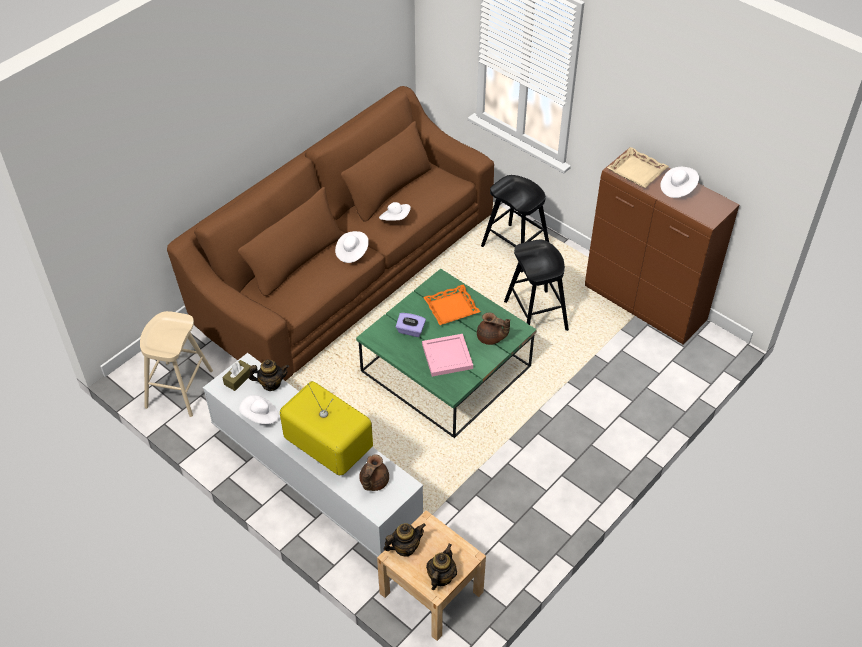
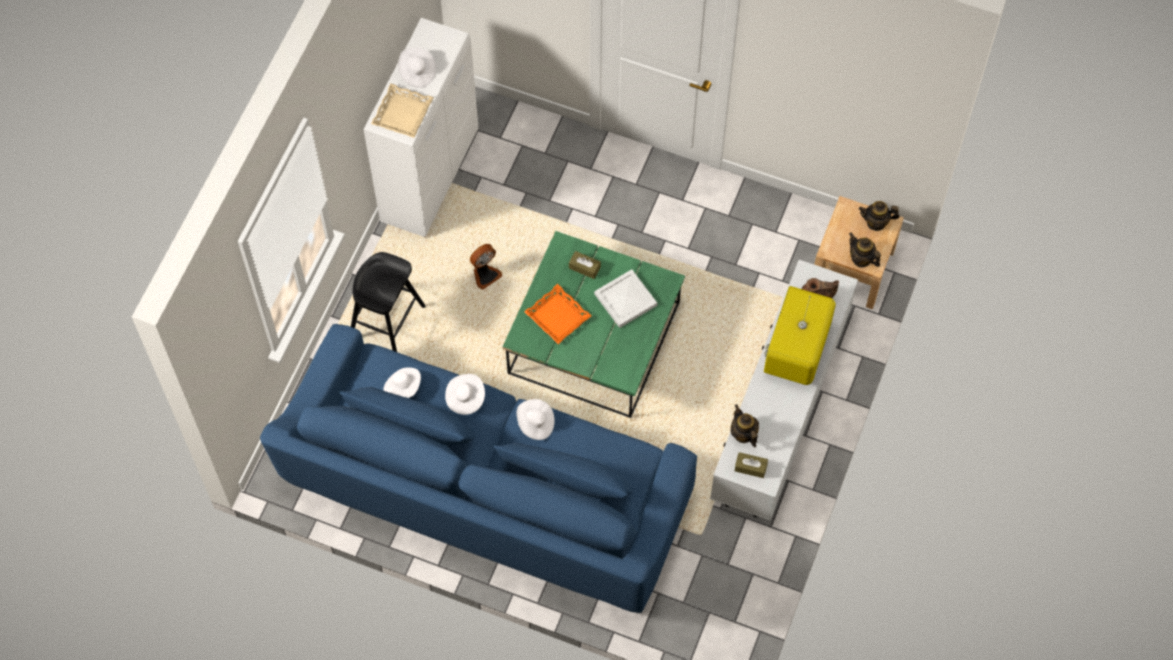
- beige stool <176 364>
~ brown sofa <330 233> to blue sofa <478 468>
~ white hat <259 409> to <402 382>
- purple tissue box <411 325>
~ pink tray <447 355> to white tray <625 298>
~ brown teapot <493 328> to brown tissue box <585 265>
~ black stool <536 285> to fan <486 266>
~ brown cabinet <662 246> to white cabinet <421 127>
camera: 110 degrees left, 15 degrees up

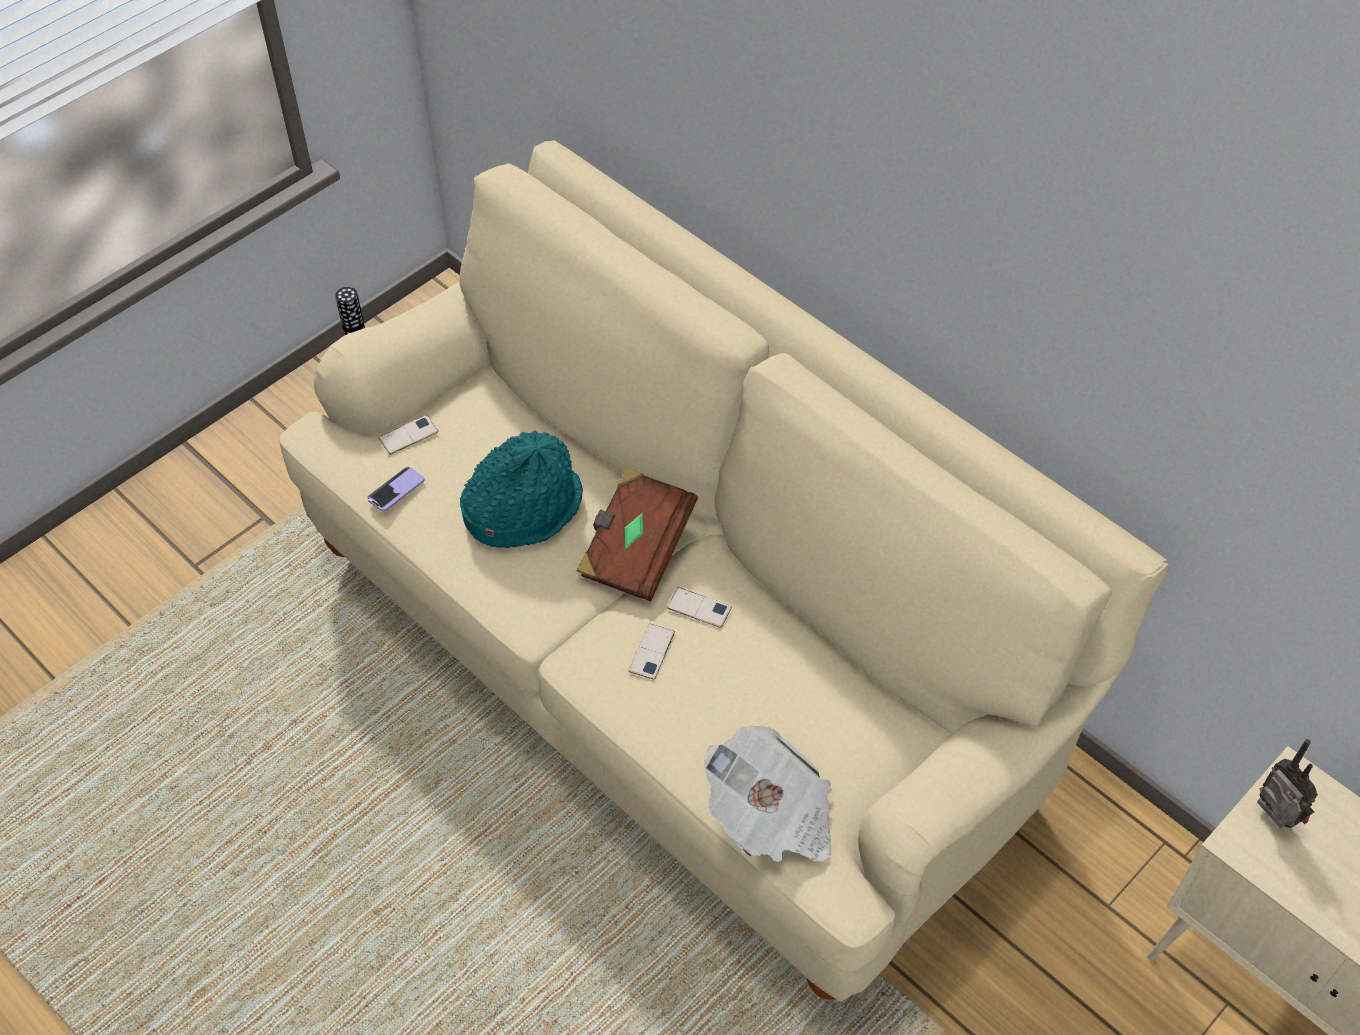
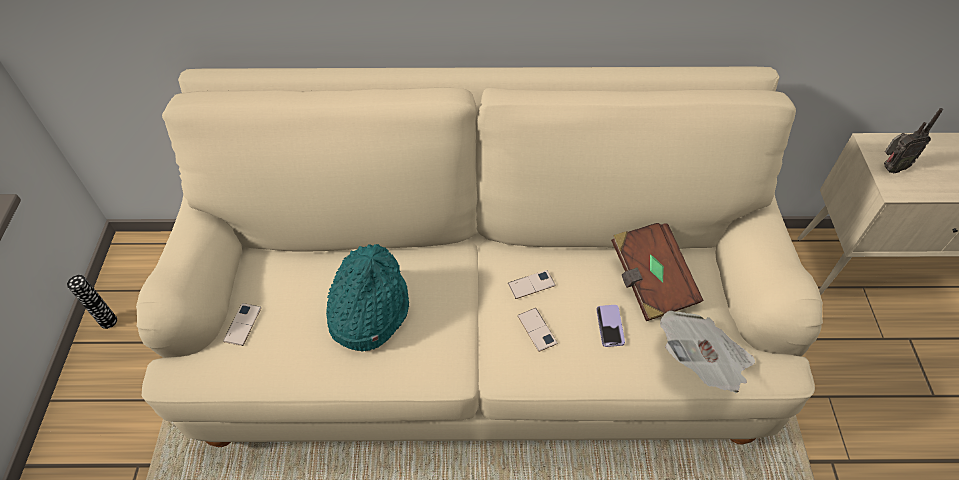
~ phone <395 489> to <611 326>
~ brown book <637 535> to <657 272>
~ radio <1287 784> = <913 141> 150 degrees clockwise
camera: 45 degrees left, 0 degrees up

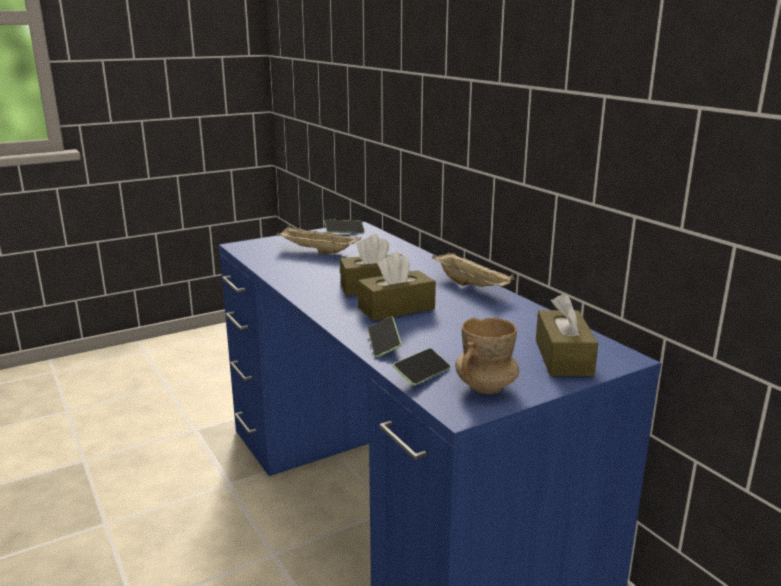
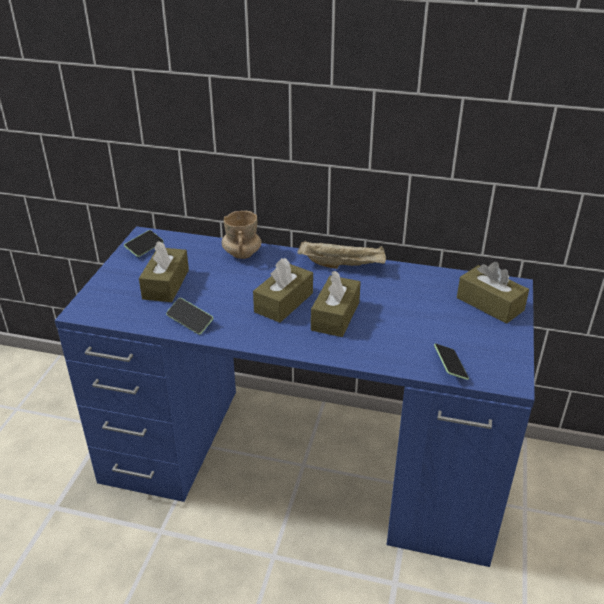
~ beige tray <318 240> to brown tissue box <164 271>
~ phone <385 337> to <189 316>
~ beige mug <487 355> to <241 235>
camera: 45 degrees left, 15 degrees up

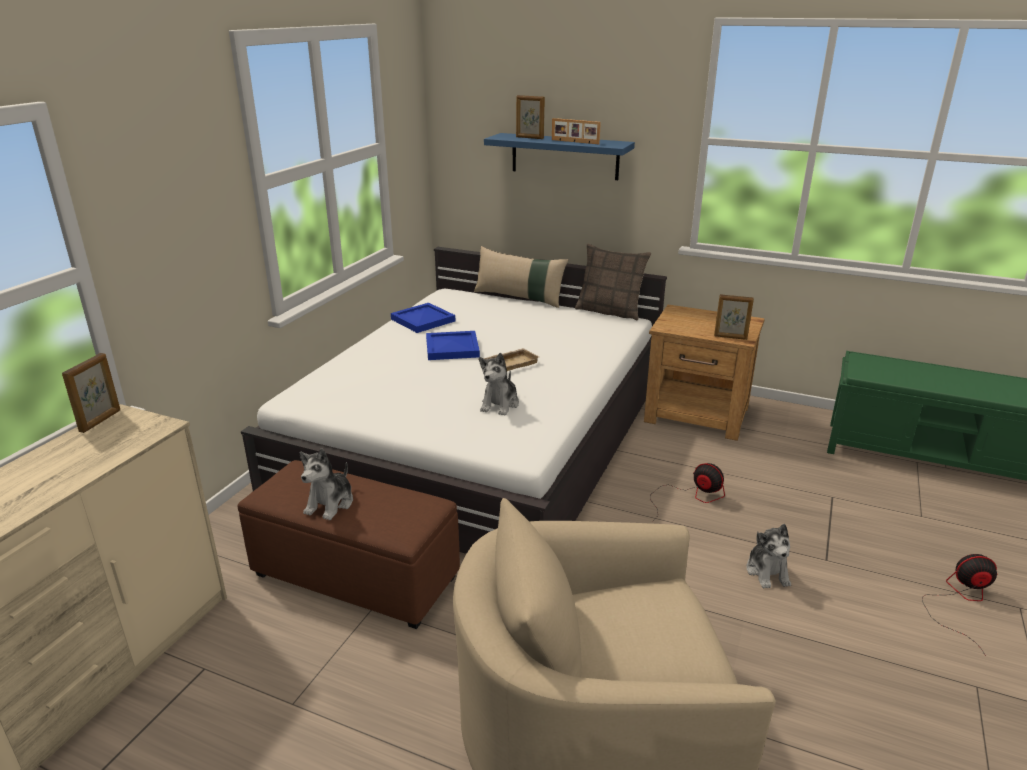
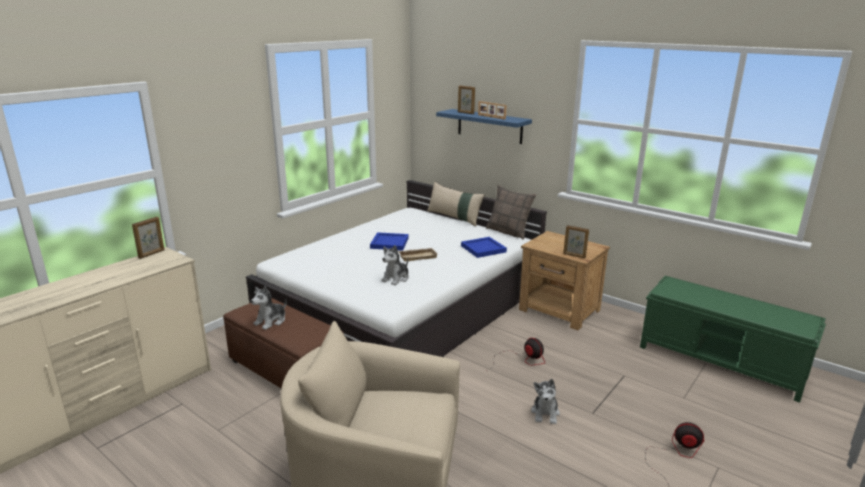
~ blue tray <423 318> to <484 247>
camera: 15 degrees right, 5 degrees down

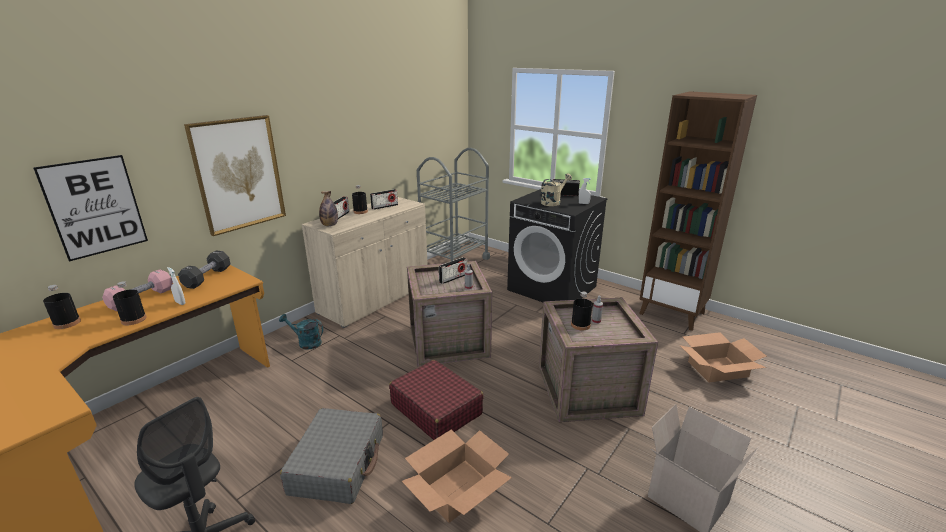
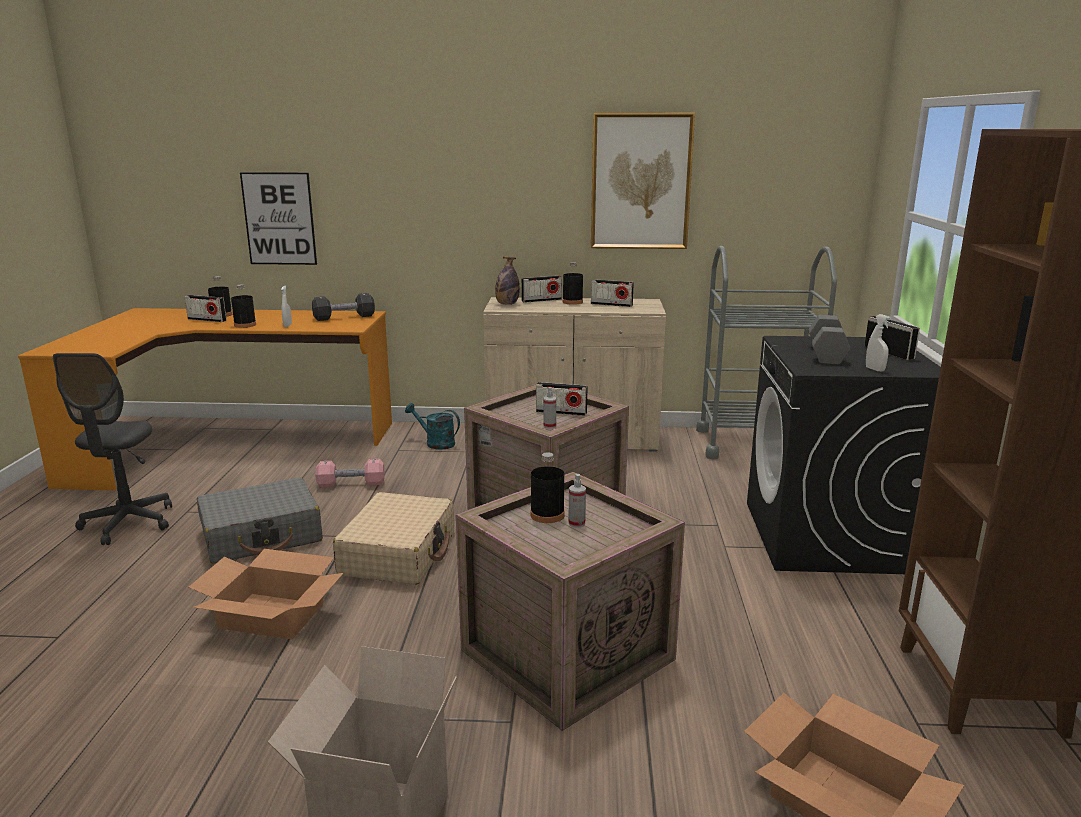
~ pink dumbbell <137 290> to <350 473>
~ picture <235 175> to <643 181>
~ turquoise watering can <301 332> = <432 426> 45 degrees counterclockwise
~ red suitcase <436 400> to beige suitcase <393 538>
~ beige watering can <556 189> to grey dumbbell <830 339>
+ radio <206 308>
camera: 55 degrees right, 5 degrees down

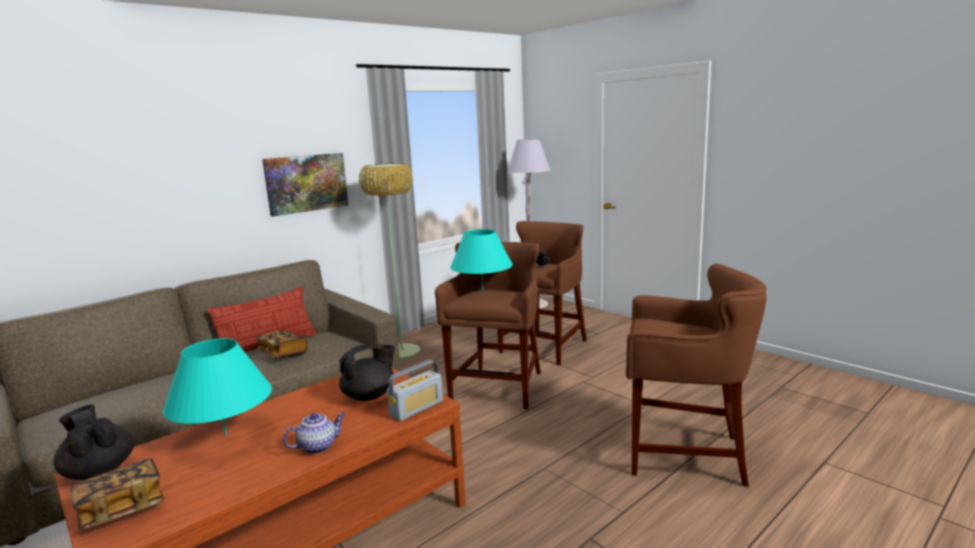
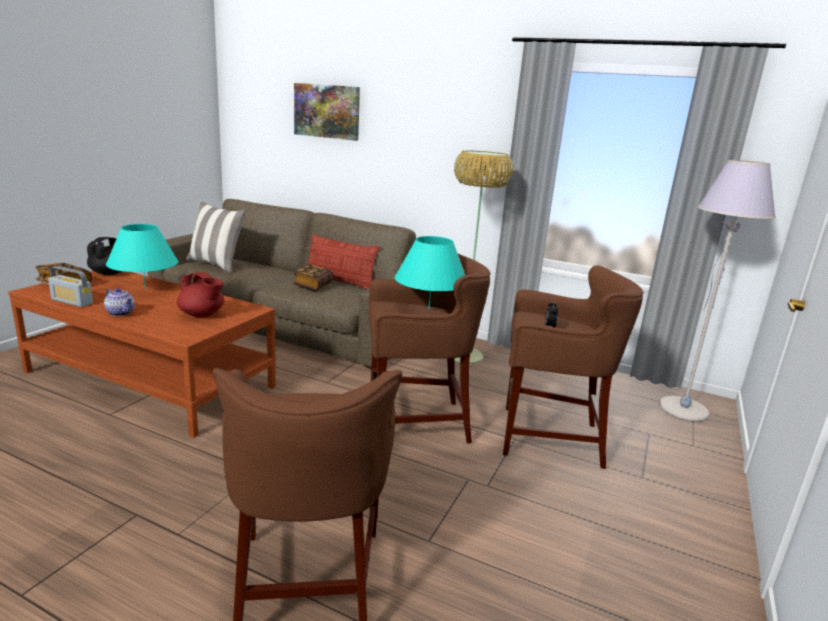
~ picture <305 184> to <327 112>
~ black teapot <367 372> to red teapot <200 295>
~ radio <415 390> to <70 286>
+ pillow <216 237>
camera: 65 degrees right, 5 degrees up

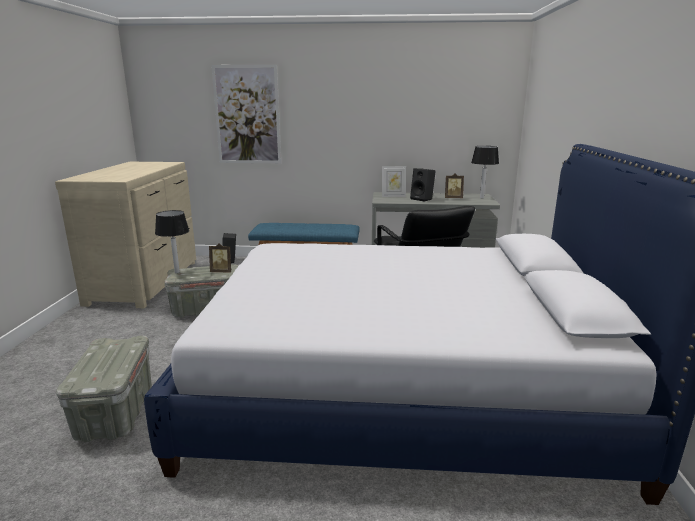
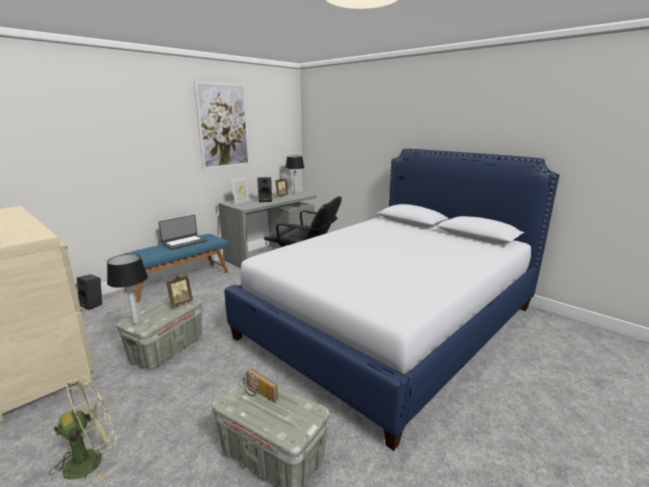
~ picture <246 114> to <222 125>
+ green fan <82 427>
+ laptop <183 232>
+ radio <260 385>
camera: 50 degrees left, 0 degrees up

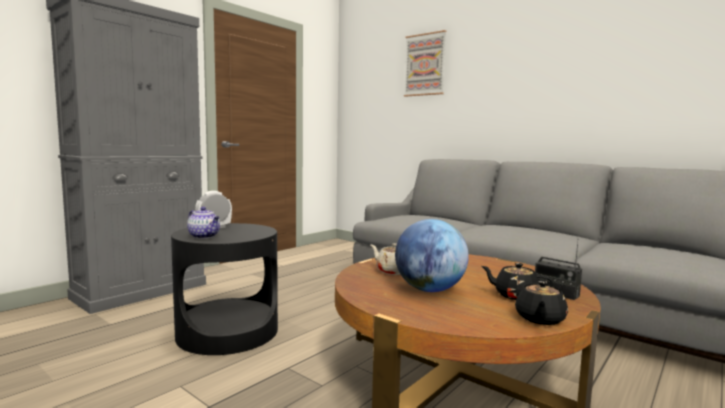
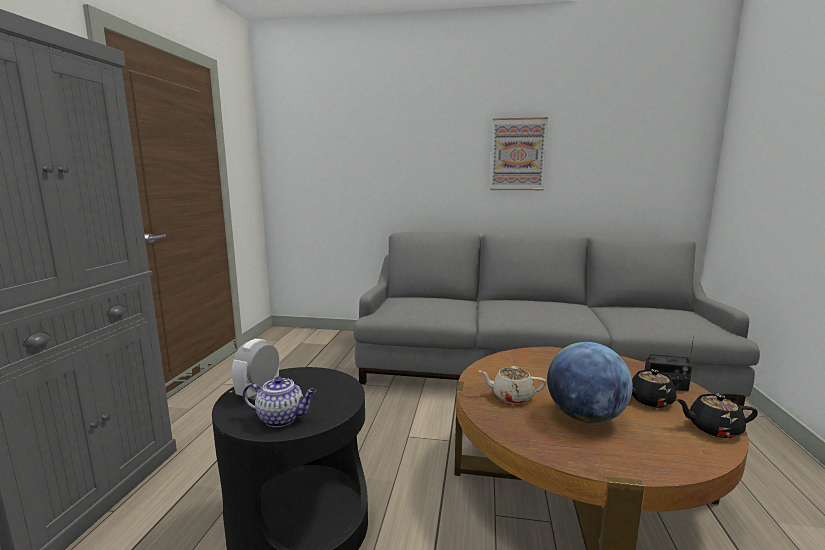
~ picture <425 63> to <519 153>
~ black teapot <541 303> = <717 416> 105 degrees clockwise
camera: 30 degrees left, 5 degrees up

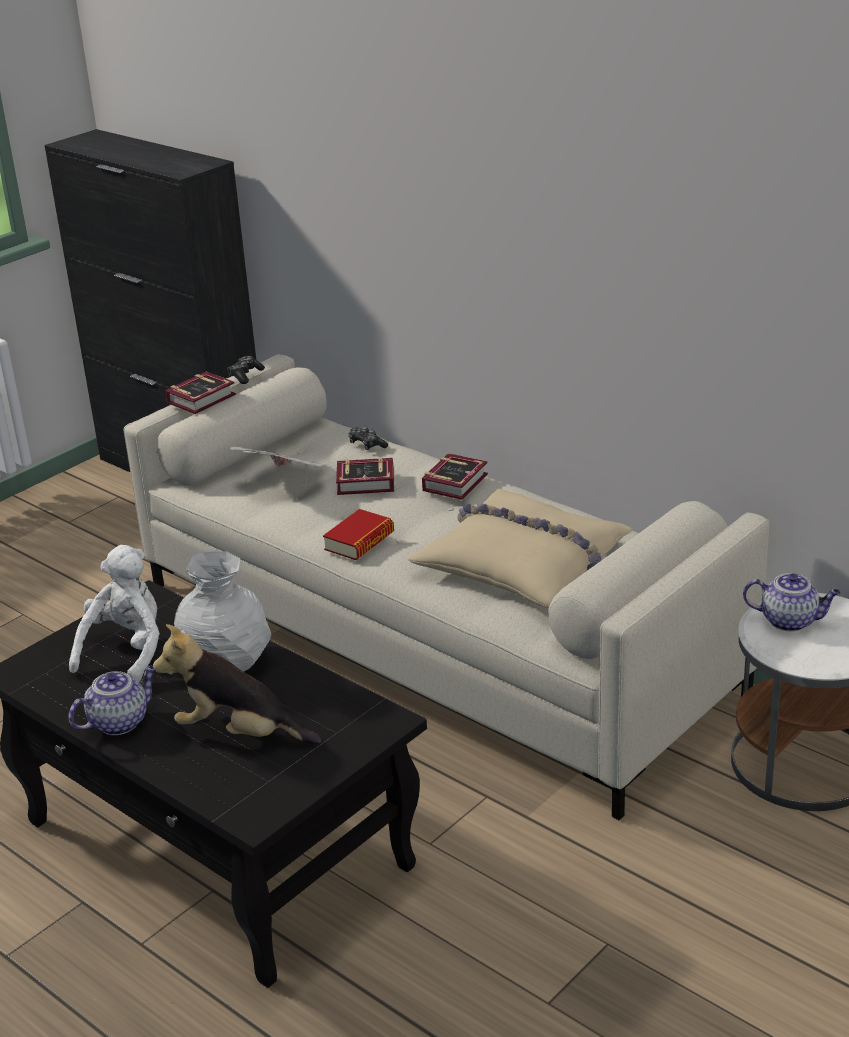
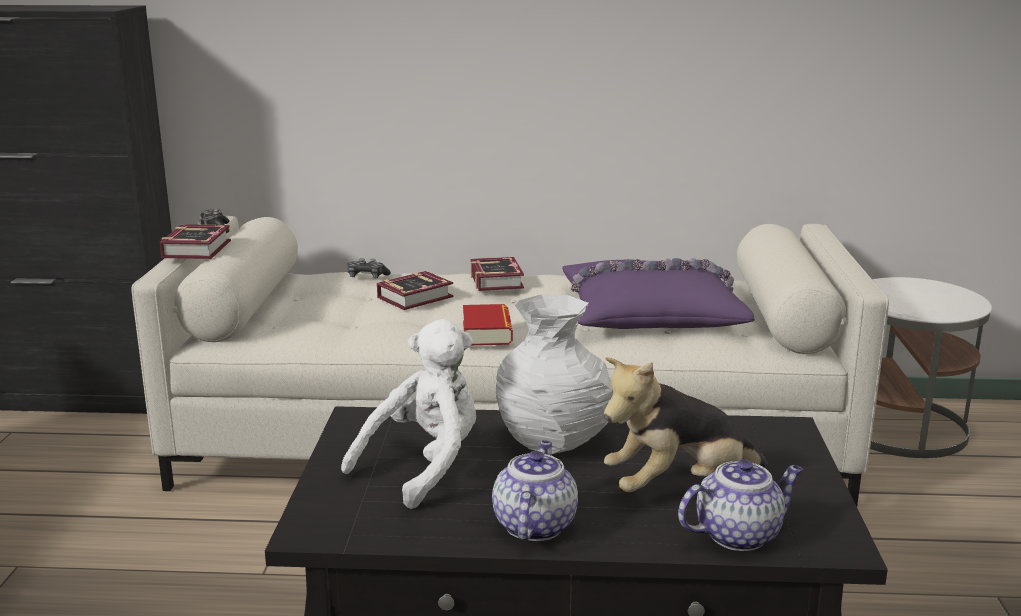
~ white plush toy <114 613> = <408 414> 60 degrees clockwise
- newspaper <279 457>
~ beige pillow <520 548> to purple pillow <658 293>
~ teapot <792 602> to <740 505>
camera: 40 degrees left, 10 degrees down

